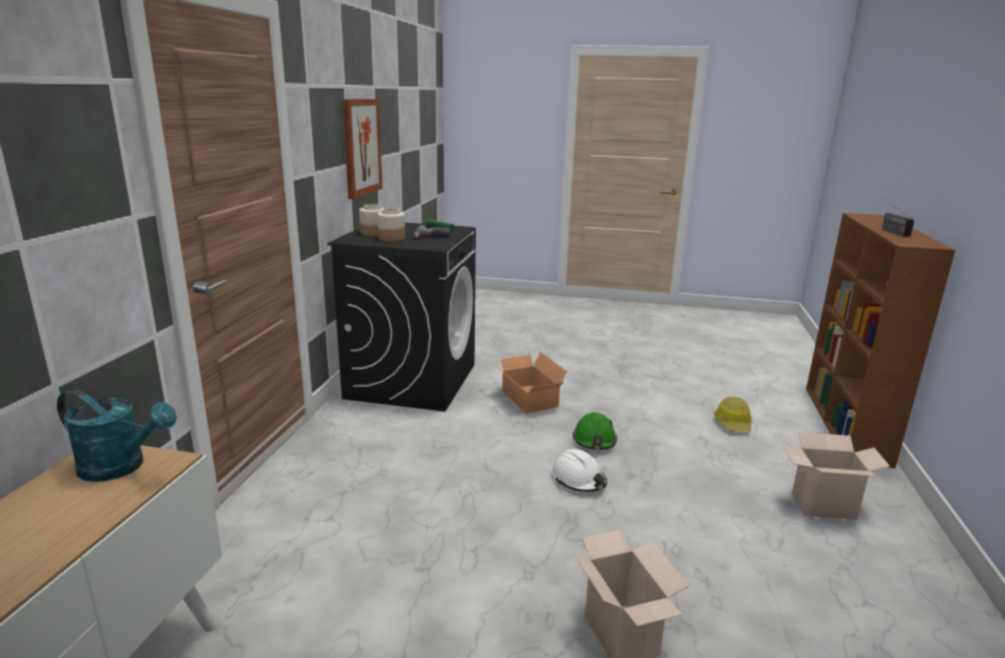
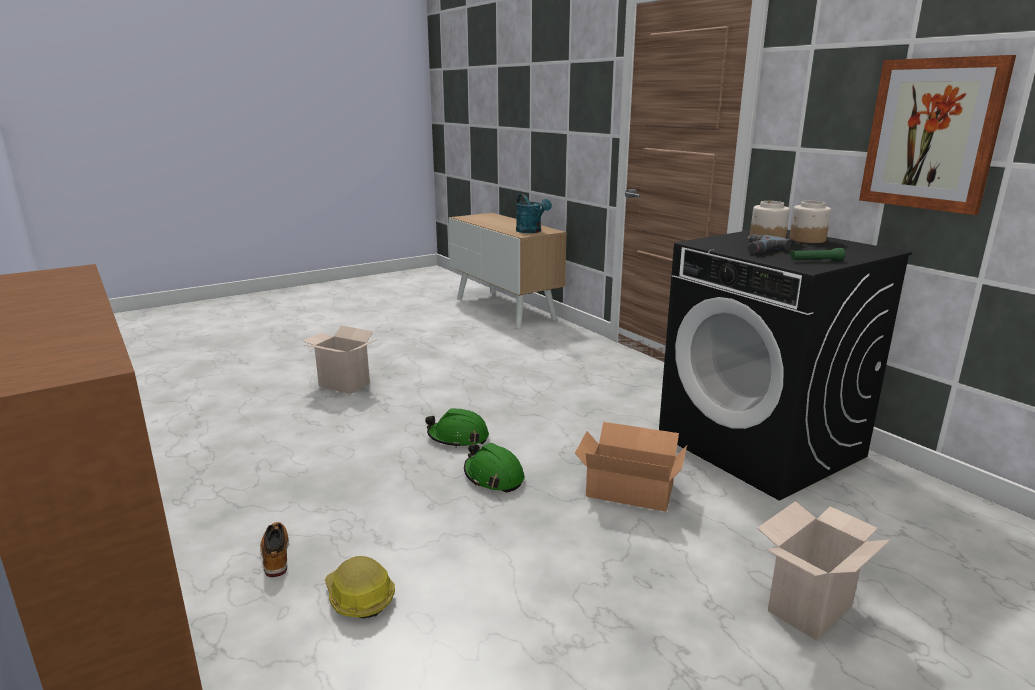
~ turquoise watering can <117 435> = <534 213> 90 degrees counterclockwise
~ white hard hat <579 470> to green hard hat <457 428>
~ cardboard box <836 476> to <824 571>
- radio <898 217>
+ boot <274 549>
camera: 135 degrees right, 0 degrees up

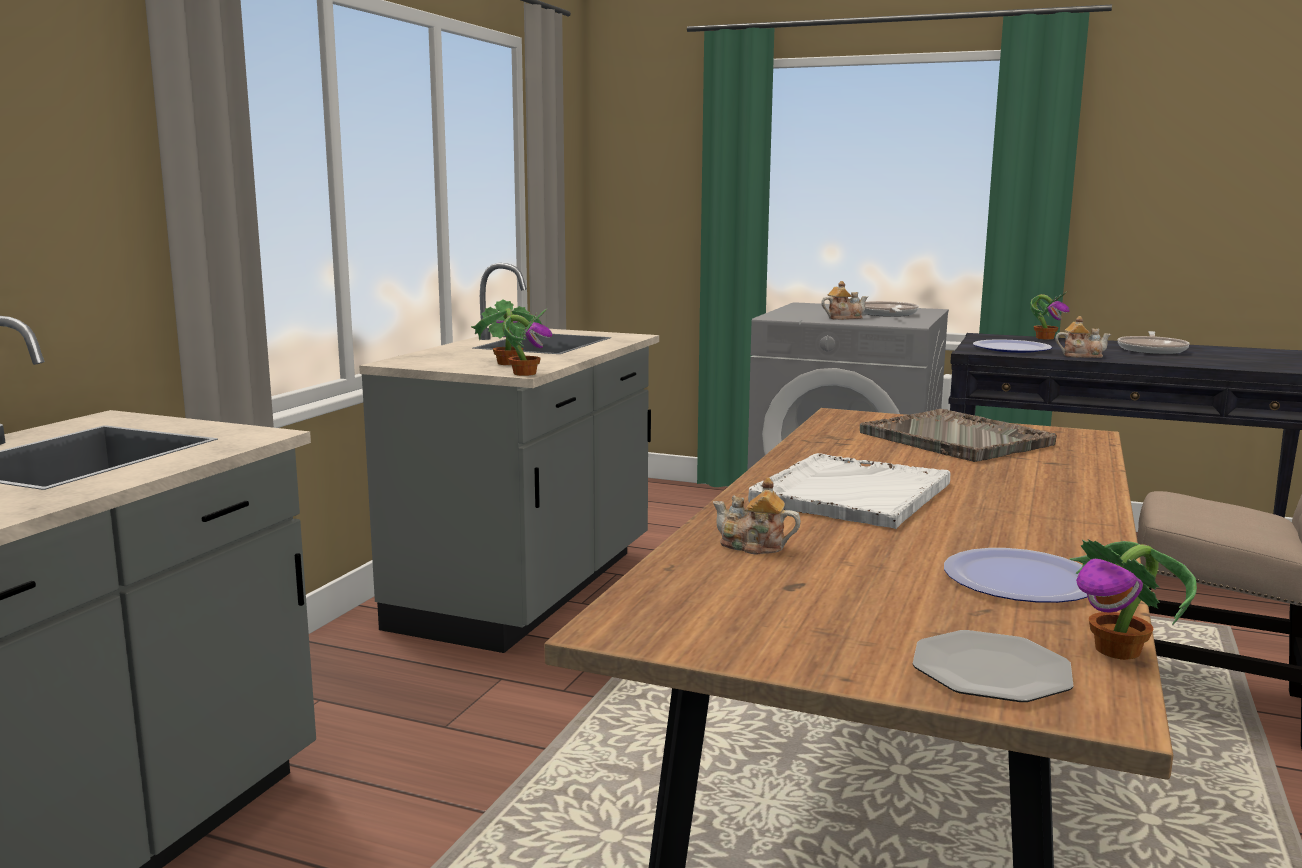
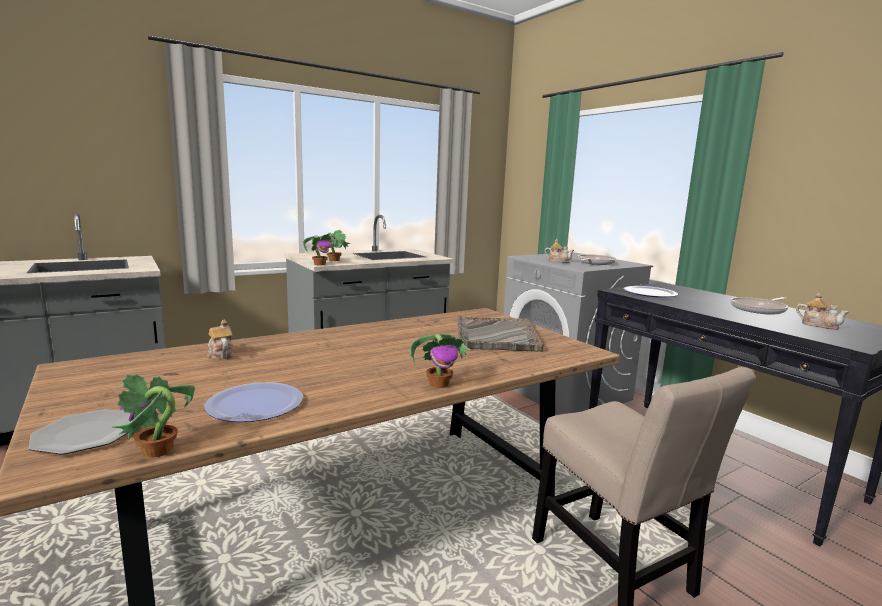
- white tray <849 491>
~ potted plant <1050 315> to <440 361>
~ teapot <1083 337> to <822 311>
camera: 35 degrees right, 0 degrees up

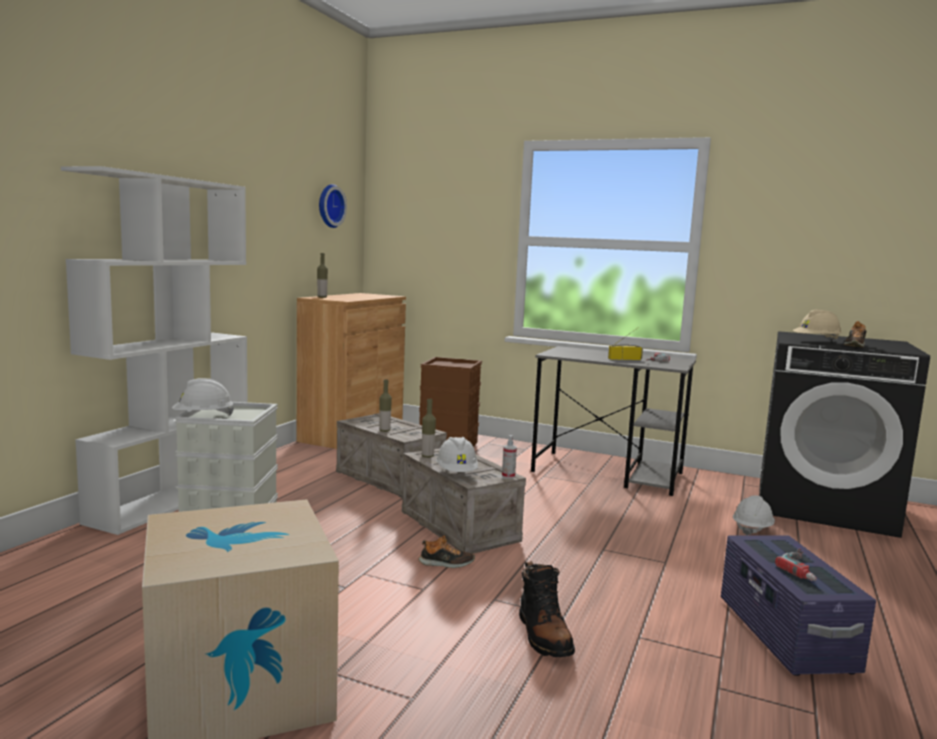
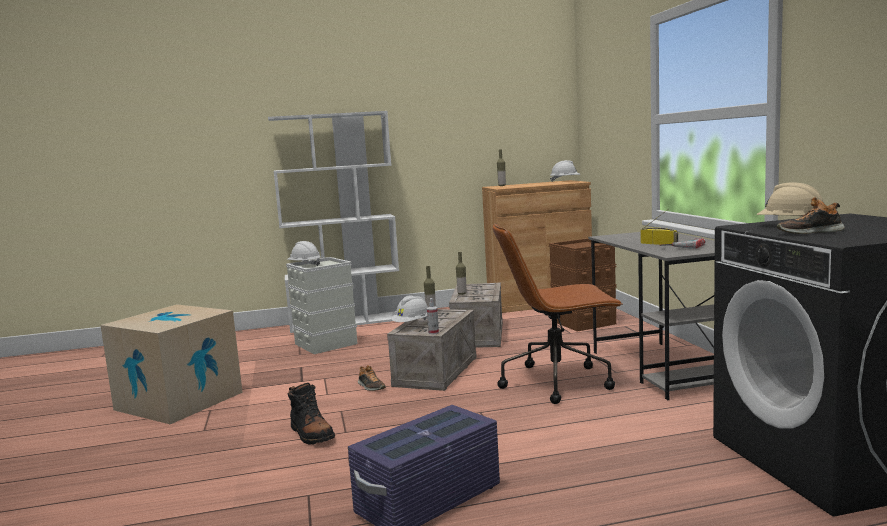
- wall clock <333 206>
~ black boot <547 609> = <311 414> 75 degrees counterclockwise
~ white hard hat <754 515> to <565 171>
- power drill <796 565>
+ brown office chair <558 313>
camera: 55 degrees right, 0 degrees up

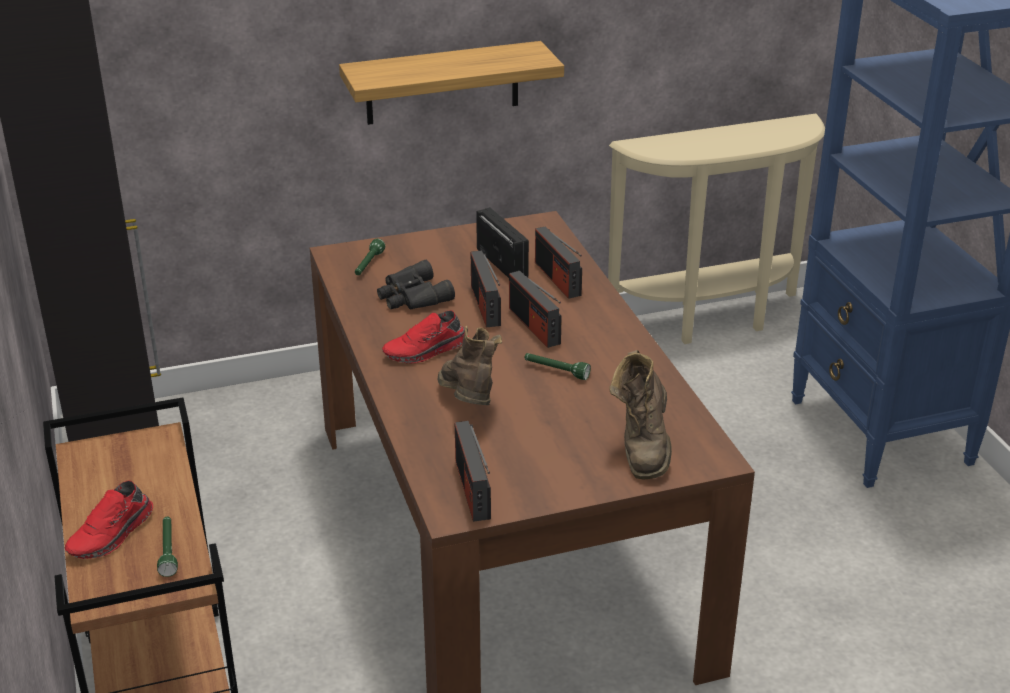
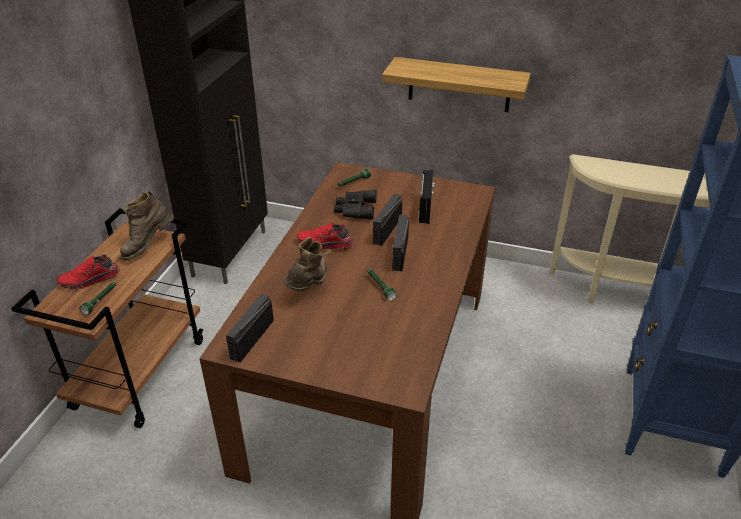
- radio <558 262>
~ brown boot <641 415> to <147 226>
camera: 35 degrees right, 5 degrees up

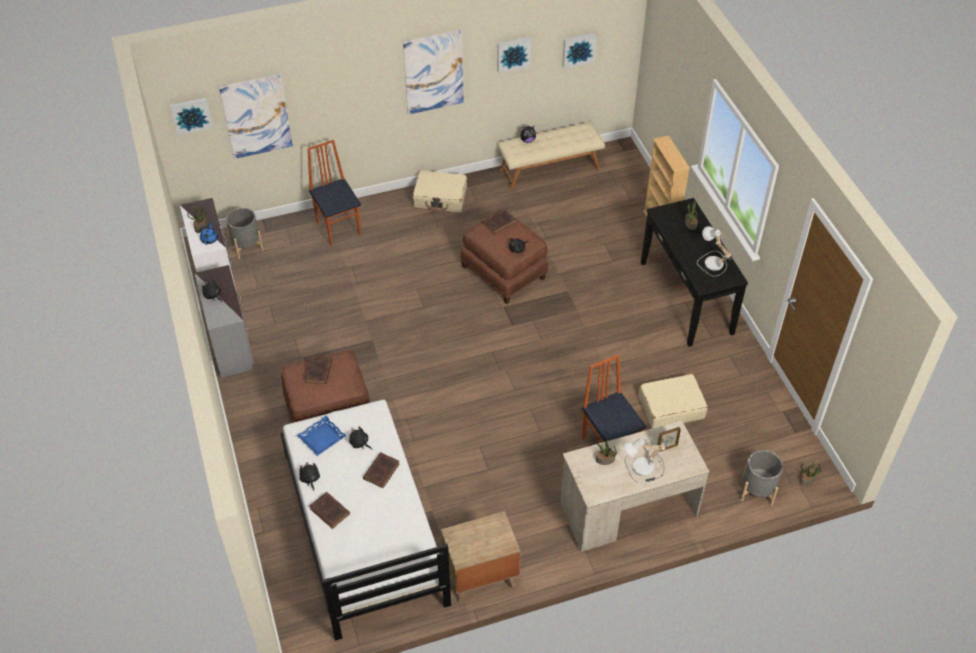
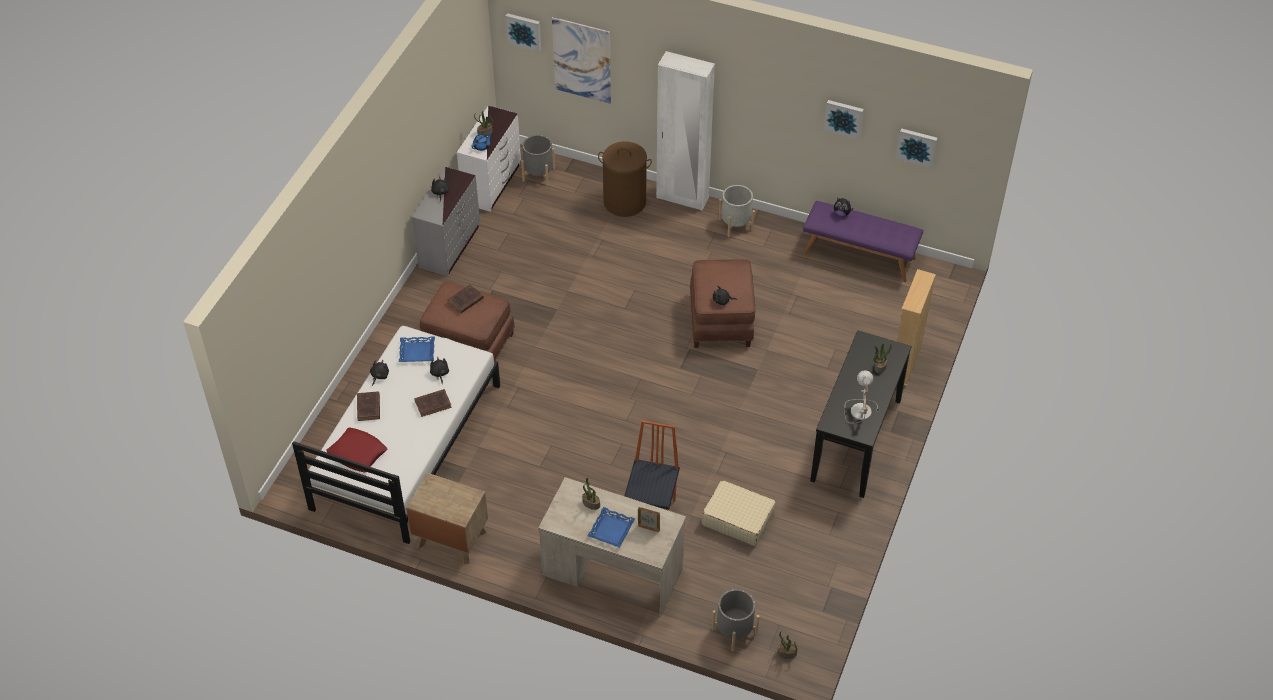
~ chair <334 193> to brown laundry basket <625 179>
- picture <433 72>
~ beige suitcase <440 191> to grey planter <737 211>
- brown book <499 221>
~ beige bench <551 156> to purple bench <863 241>
~ table lamp <645 460> to blue tray <611 527>
+ red pillow <357 450>
+ white wardrobe <685 131>
camera: 40 degrees right, 0 degrees up

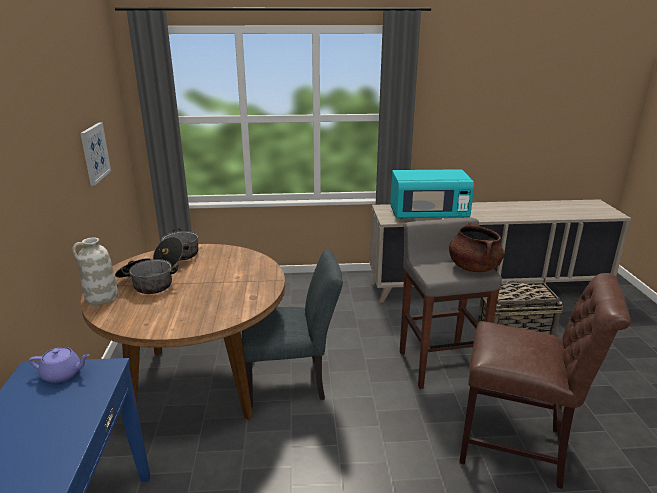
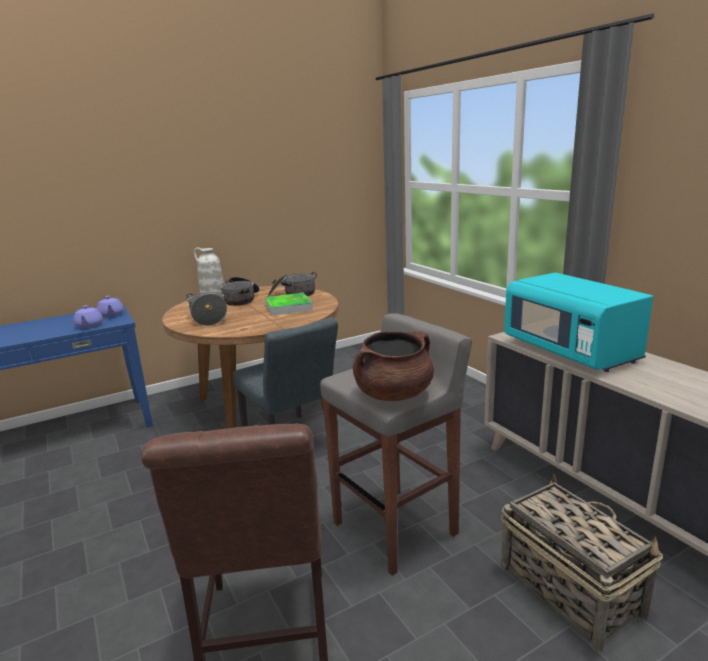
- picture <95 154>
+ purple teapot <88 316>
+ cooking pot <206 309>
+ tray <289 304>
camera: 65 degrees right, 5 degrees down

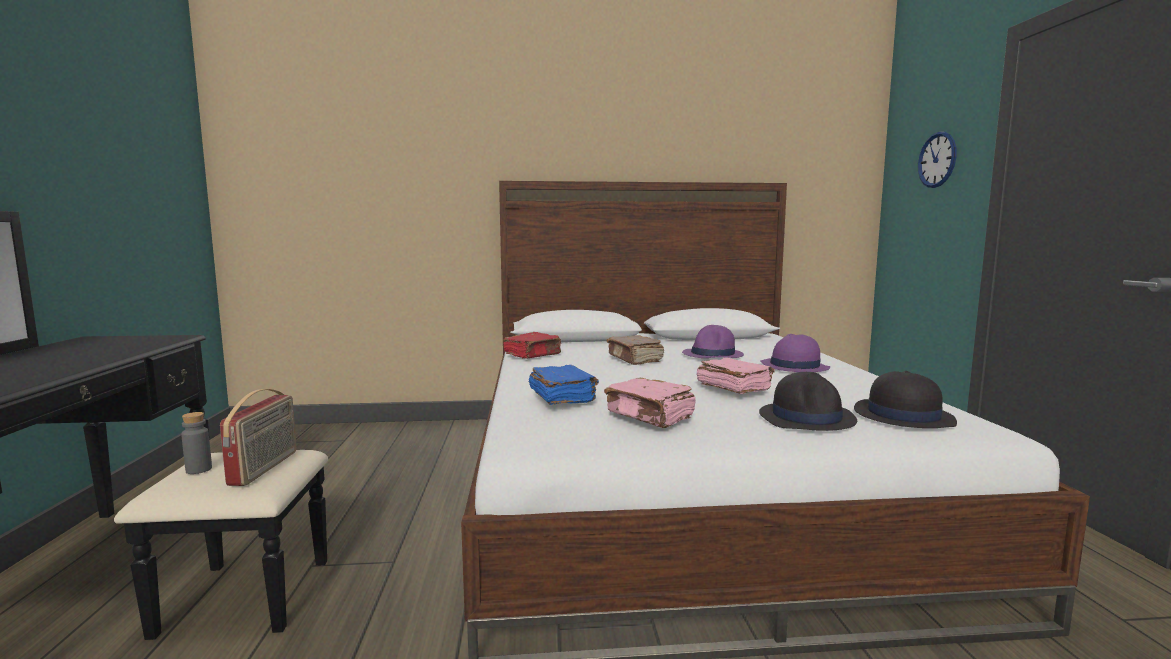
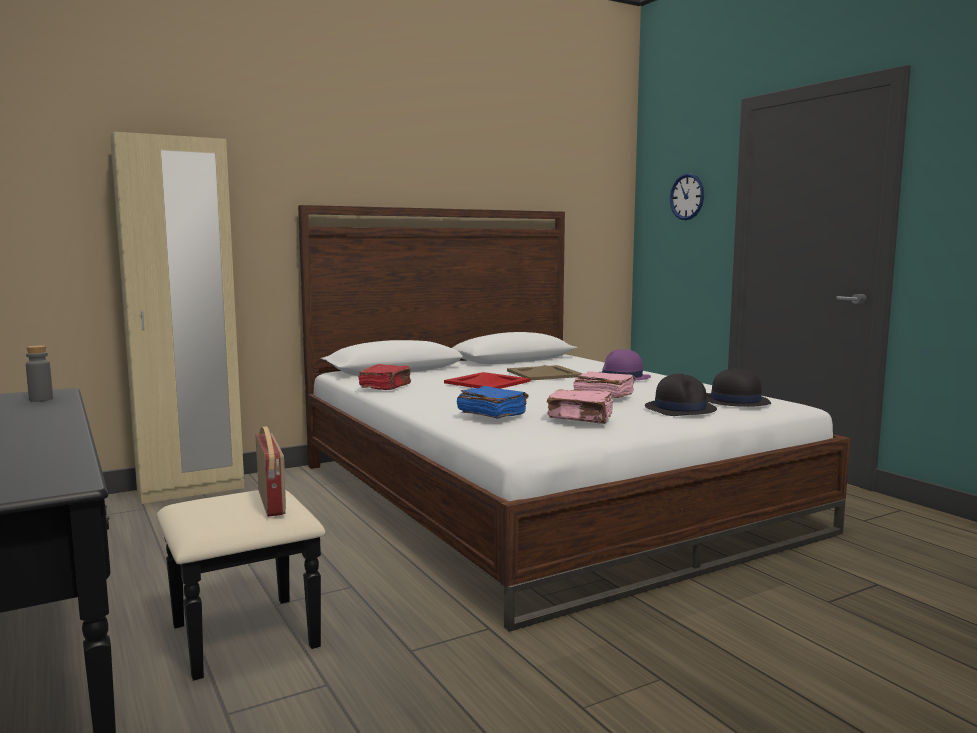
~ grey bottle <196 443> to <39 373>
~ brown book <635 350> to red tray <487 380>
~ purple hat <713 341> to beige tray <545 373>
+ beige wardrobe <177 318>
camera: 25 degrees left, 0 degrees up

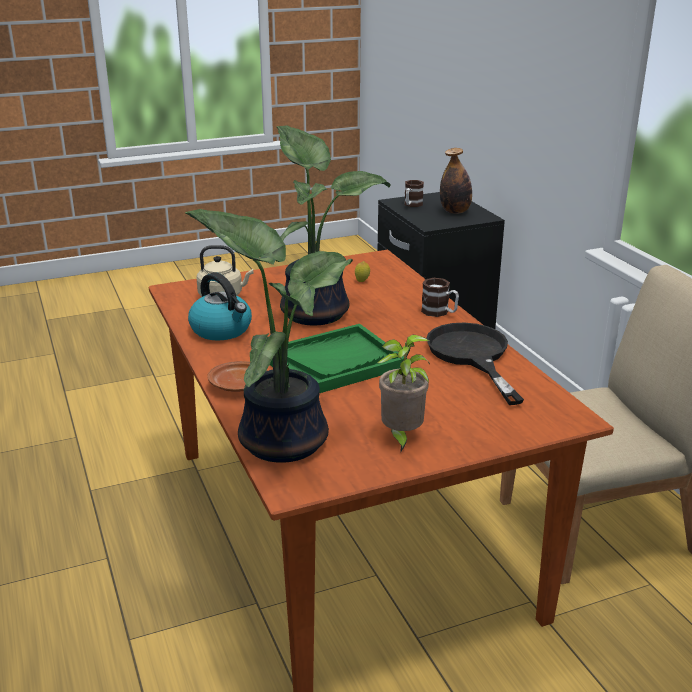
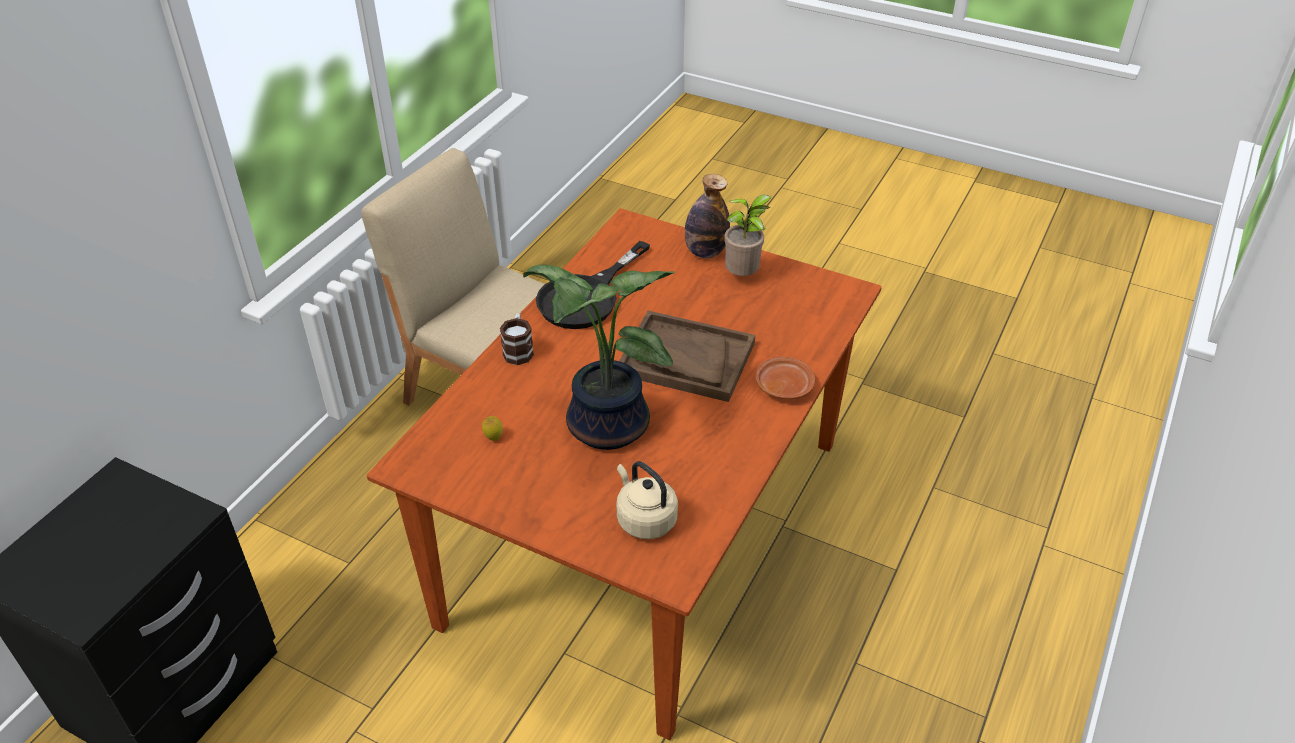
- potted plant <269 336>
- kettle <220 306>
~ green tray <338 358> to brown tray <687 356>
- mug <414 193>
~ bottle <456 181> to <707 216>
camera: 130 degrees left, 15 degrees up

